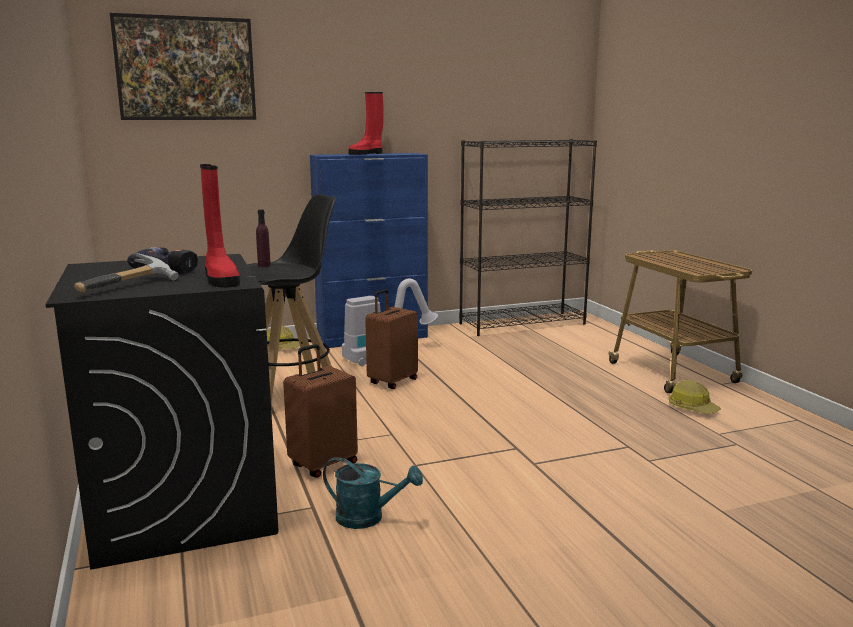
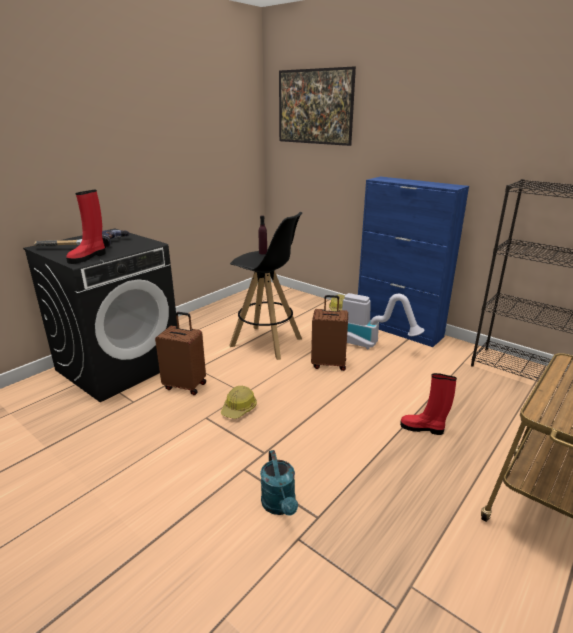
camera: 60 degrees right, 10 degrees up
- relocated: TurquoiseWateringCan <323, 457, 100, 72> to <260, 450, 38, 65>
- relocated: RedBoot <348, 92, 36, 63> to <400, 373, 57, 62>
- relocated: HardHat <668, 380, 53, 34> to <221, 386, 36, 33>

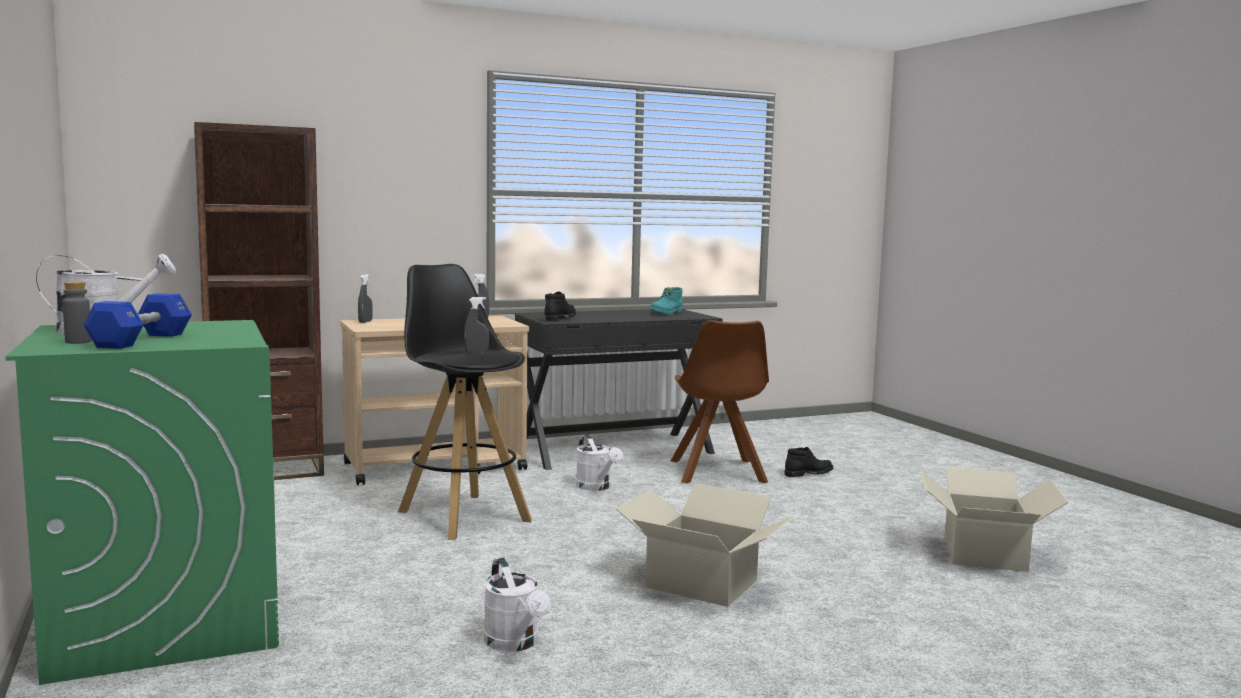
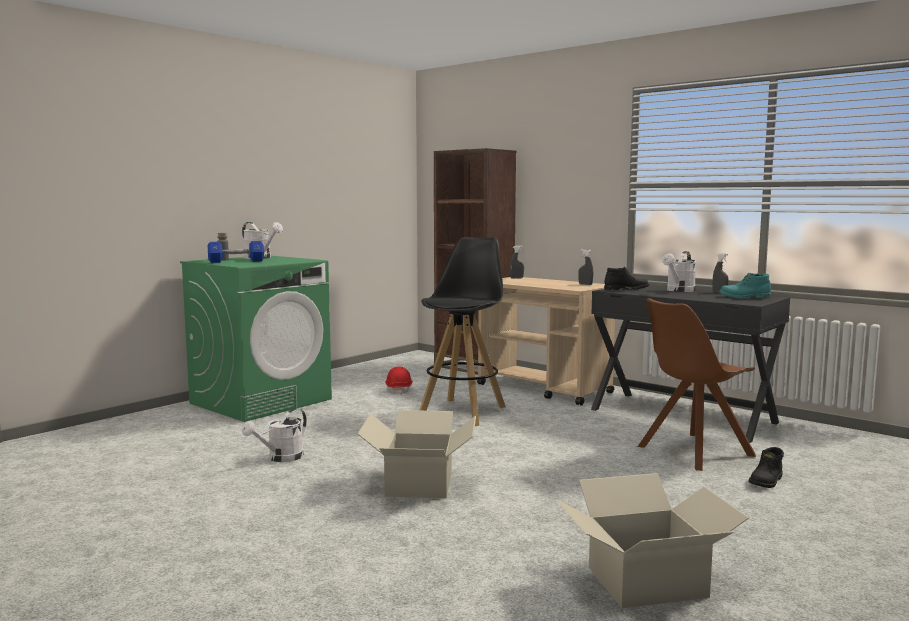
camera: 65 degrees right, 0 degrees up
- relocated: GreySprayBottle <464, 297, 25, 56> to <712, 253, 17, 40>
- relocated: WhiteWateringCan <576, 434, 47, 57> to <662, 251, 34, 41>
- spun: BlackBoot <784, 447, 49, 30> = <748, 447, 36, 41> 90 degrees clockwise
- appeared: RedHardHat <385, 367, 28, 28>

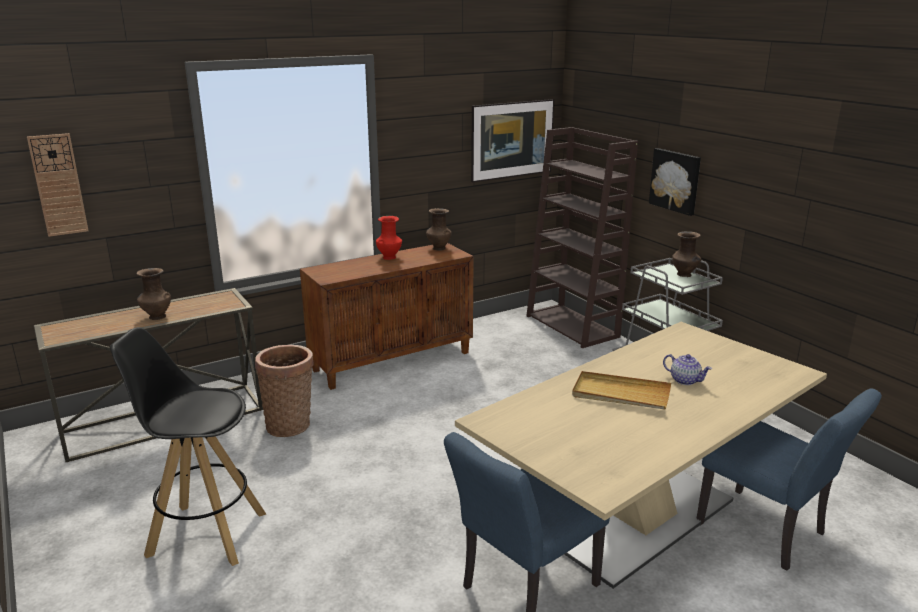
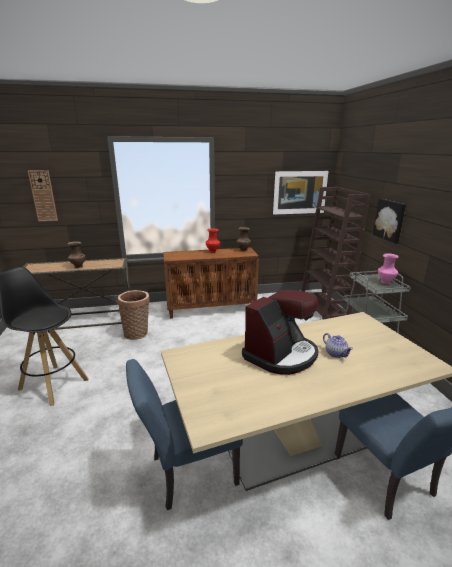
camera: 20 degrees right, 0 degrees up
- exchanged: BeigeTray <572, 371, 99, 38> to CoffeeMachine <242, 290, 77, 85>
- colour: BrownVase <672, 231, 29, 46> to PinkVase <378, 253, 21, 31>

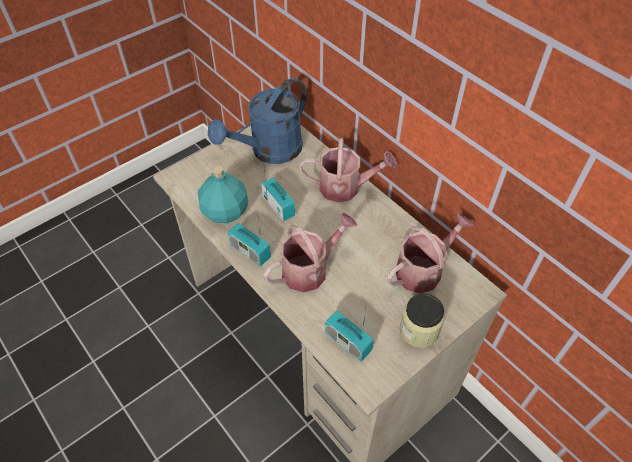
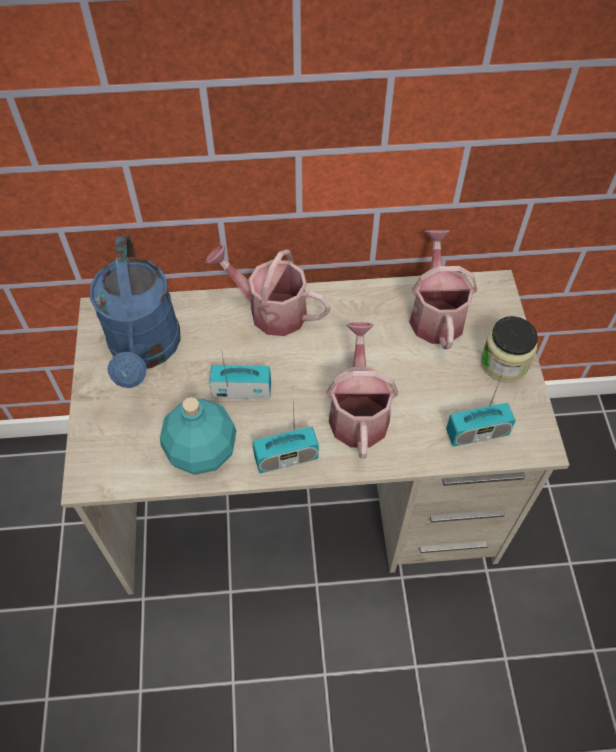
camera: 55 degrees left, 5 degrees up
- spun: WateringCan <299, 138, 99, 65> = <205, 245, 126, 91> 105 degrees counterclockwise

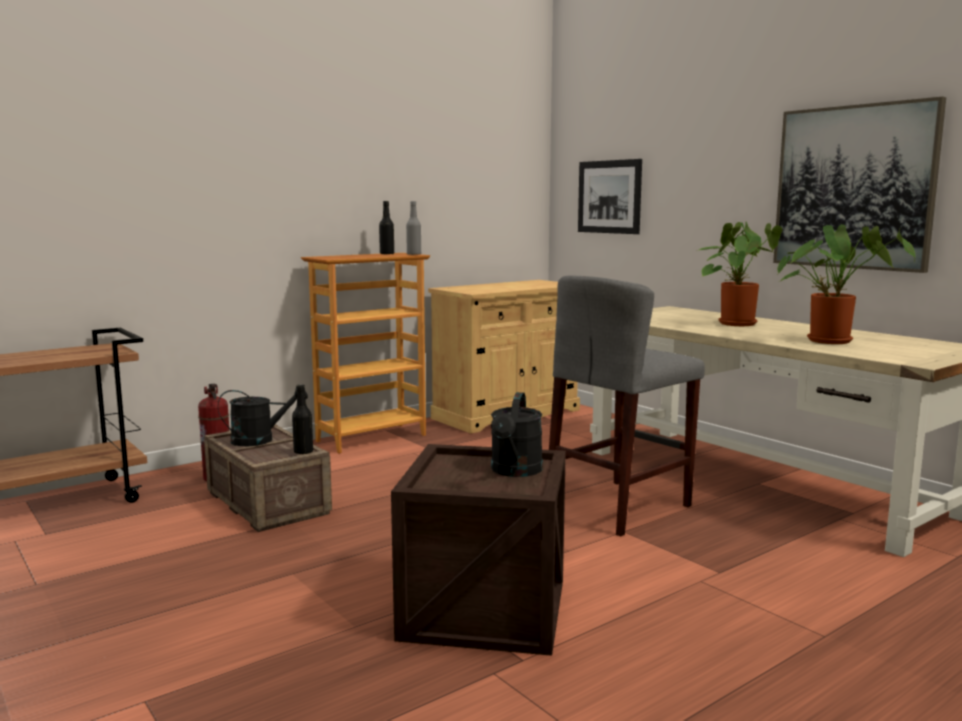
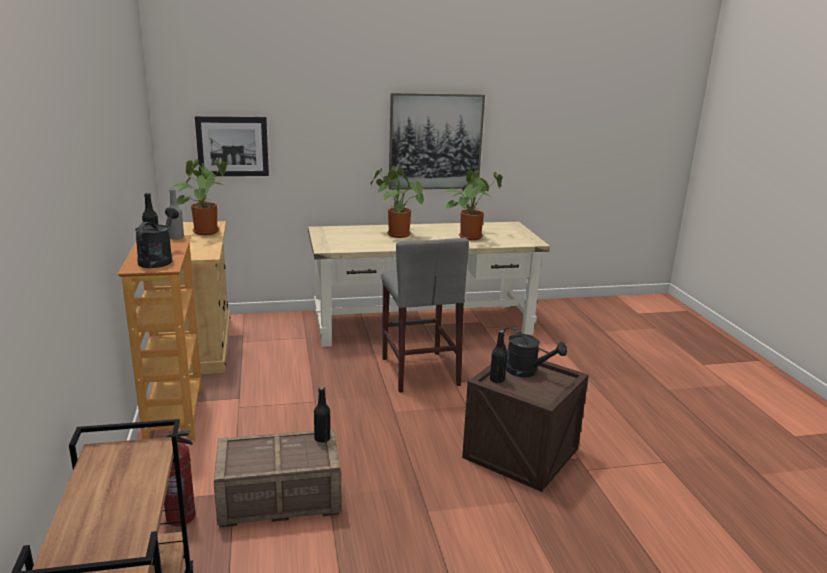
camera: 65 degrees left, 10 degrees up
- relocated: BlackWateringCan <218, 386, 90, 60> to <135, 208, 44, 60>
- appeared: PottedPlant <172, 159, 55, 76>
- appeared: BlackBottle <490, 330, 17, 53>

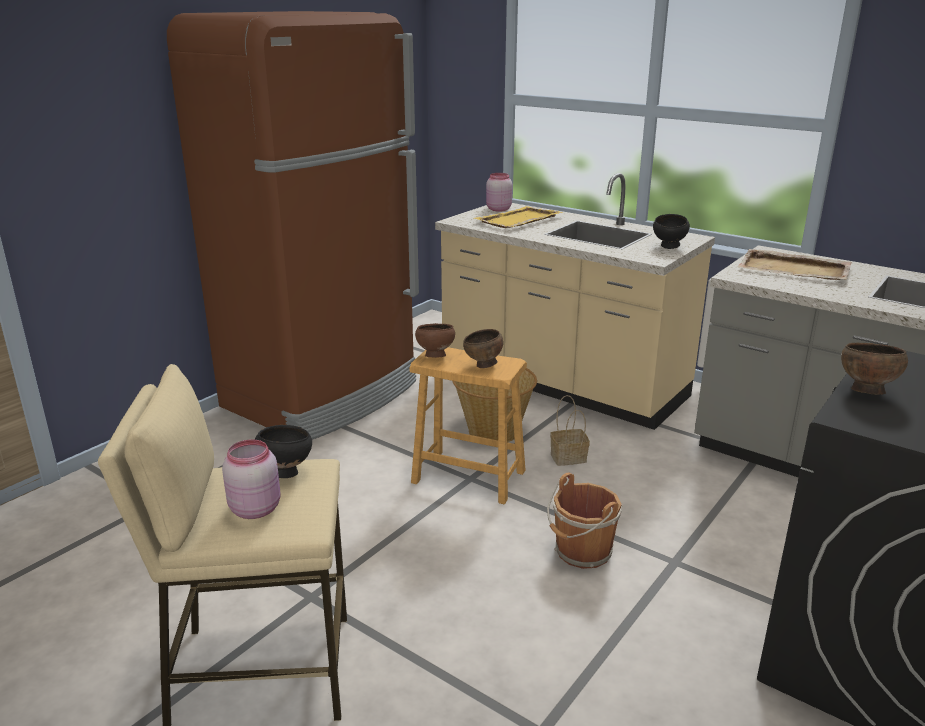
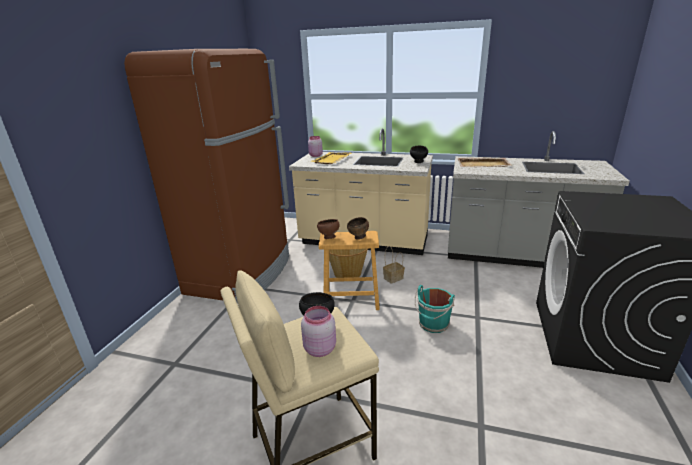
camera: 20 degrees left, 0 degrees up
- colour: BrownBucket <547, 473, 76, 96> to TurquoiseBucket <415, 285, 40, 48>
- missing: BrownBowl <841, 343, 67, 52>

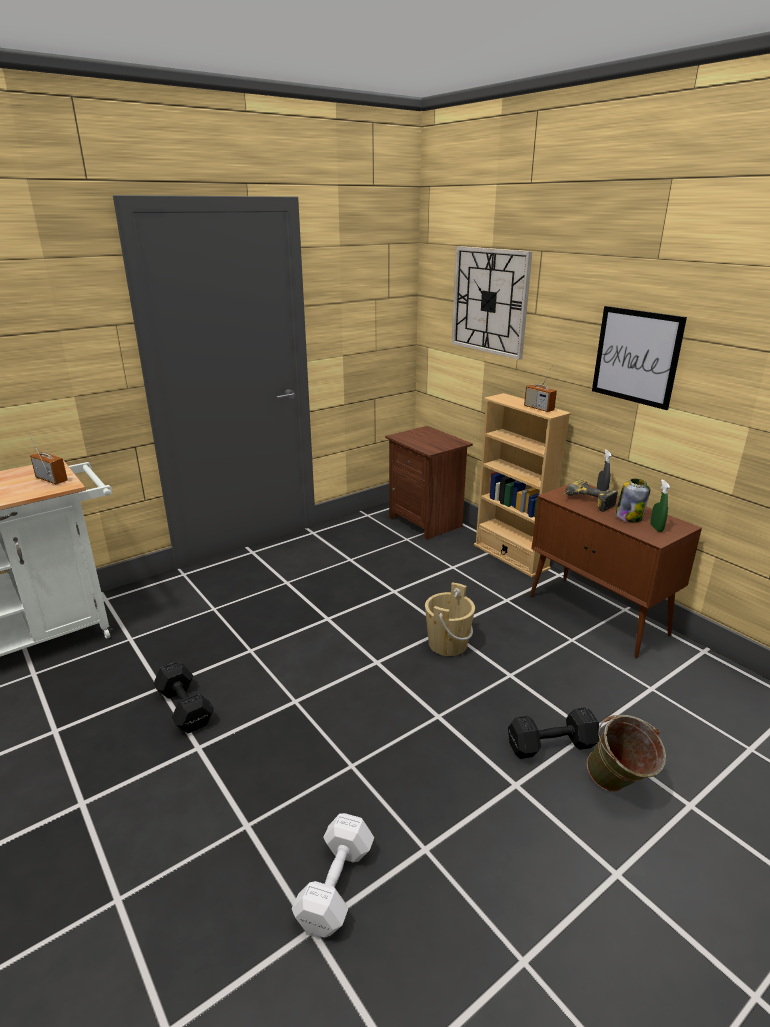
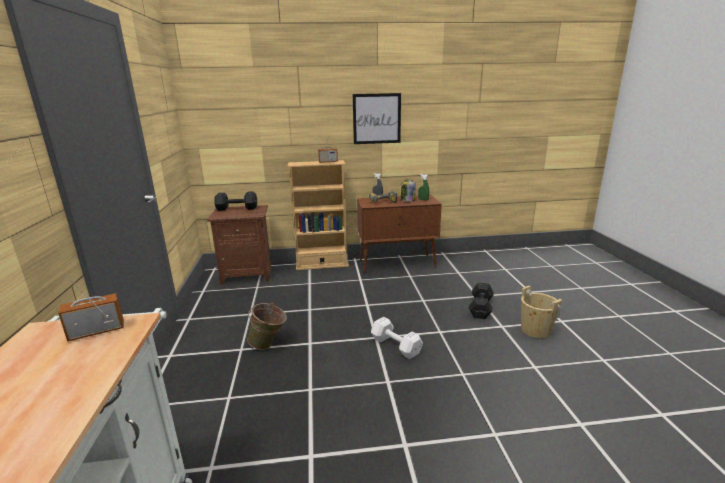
camera: 60 degrees left, 5 degrees down
- relocated: BlackDumbbell <154, 661, 60, 73> to <214, 191, 43, 20>
- relocated: WhiteDumbbell <292, 813, 82, 125> to <371, 317, 52, 42>
- relocated: BeigeBucket <425, 582, 50, 74> to <521, 286, 41, 52>
- missing: WallClock <452, 246, 80, 114>
- relocated: GreenBucket <587, 715, 79, 77> to <247, 302, 40, 48>

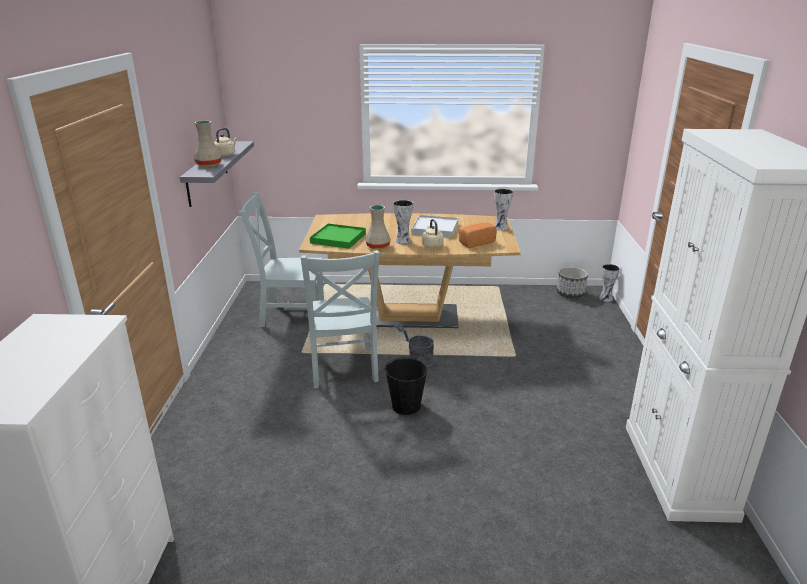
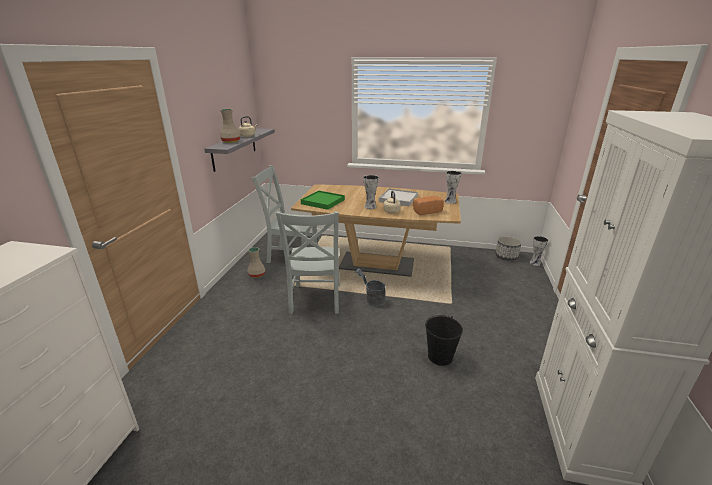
camera: 10 degrees right, 0 degrees up
- relocated: BeigeVase <365, 205, 26, 45> to <247, 247, 19, 31>
- relocated: BlackBucket <385, 357, 43, 58> to <425, 315, 38, 51>

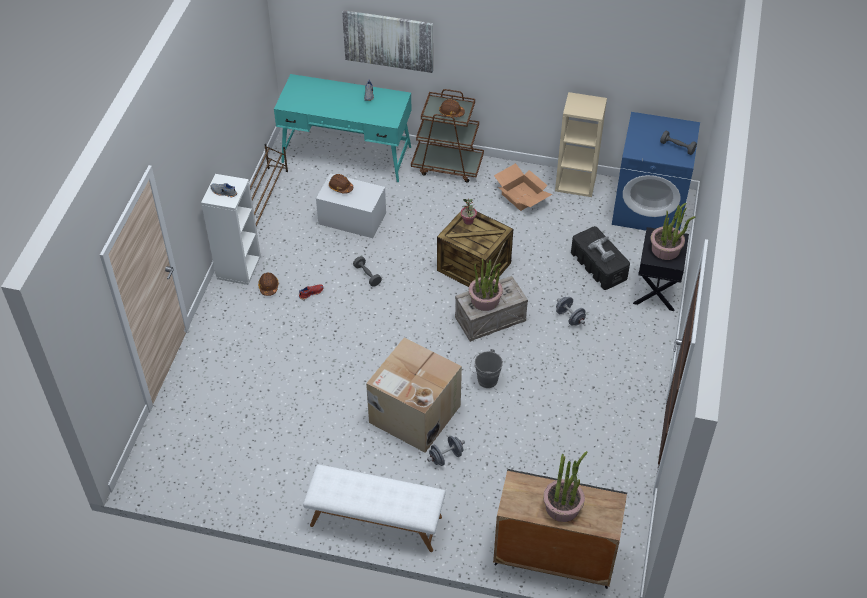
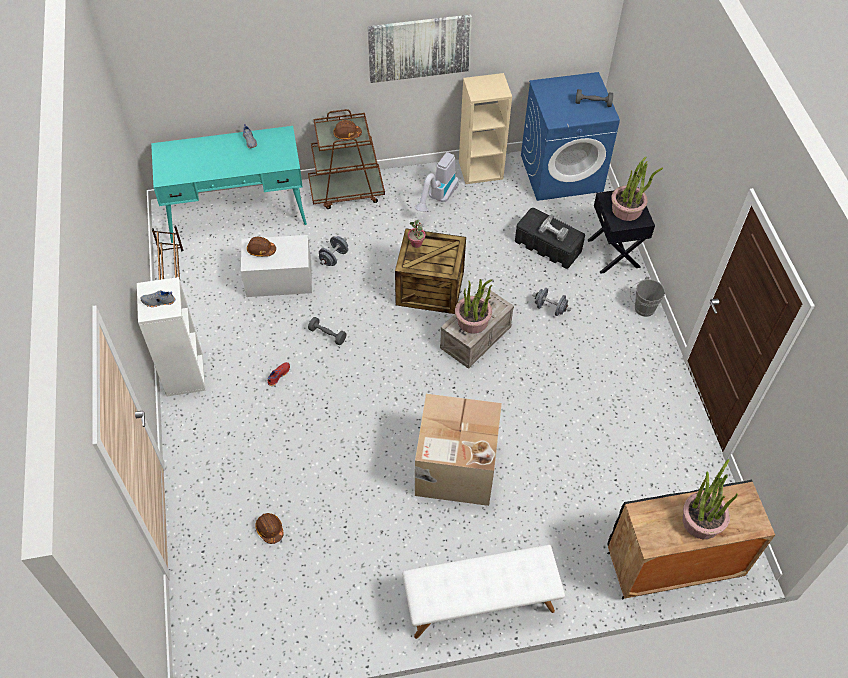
camera: 25 degrees left, 5 degrees up
- relocated: BrownHardHat <258, 272, 21, 24> to <255, 513, 29, 31>
- relocated: Picture <342, 10, 91, 63> to <368, 14, 104, 69>
- relocated: GreyDumbbell <427, 436, 38, 30> to <319, 236, 29, 30>
- relocated: GreyBucket <470, 349, 33, 39> to <630, 277, 35, 40>
- exchanged: CardboardBox <494, 163, 58, 48> to VacuumCleaner <415, 152, 44, 60>

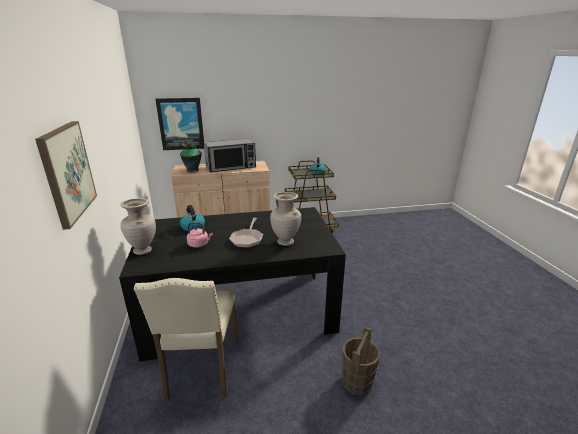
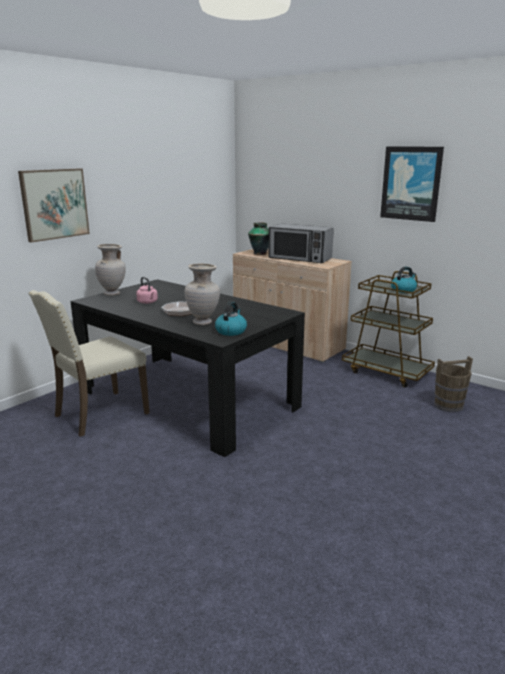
camera: 50 degrees right, 5 degrees down
- relocated: Picture <155, 98, 49, 52> to <380, 146, 64, 76>
- relocated: Kettle <180, 205, 25, 26> to <215, 302, 32, 34>
- relocated: BrownBucket <342, 327, 38, 68> to <434, 356, 39, 57>

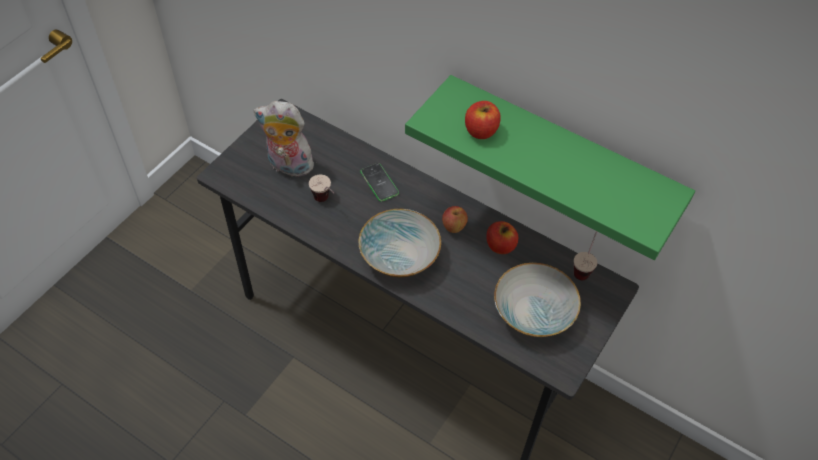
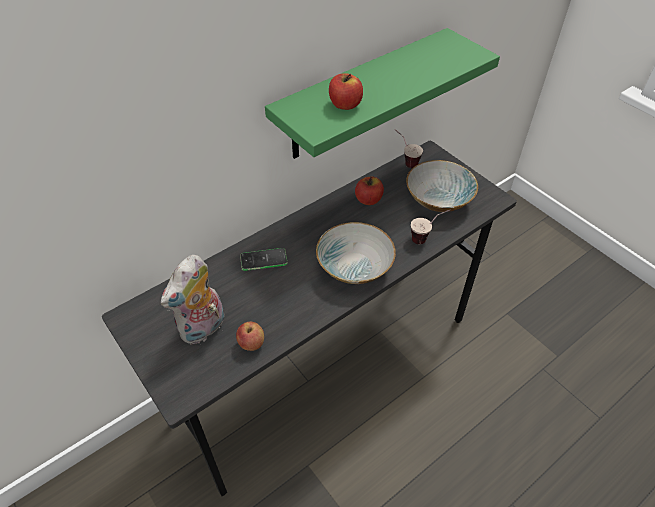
camera: 70 degrees left, 5 degrees down
- relocated: Cup <309, 175, 25, 27> to <411, 210, 39, 34>
- relocated: Apple <442, 206, 26, 27> to <236, 322, 28, 29>

